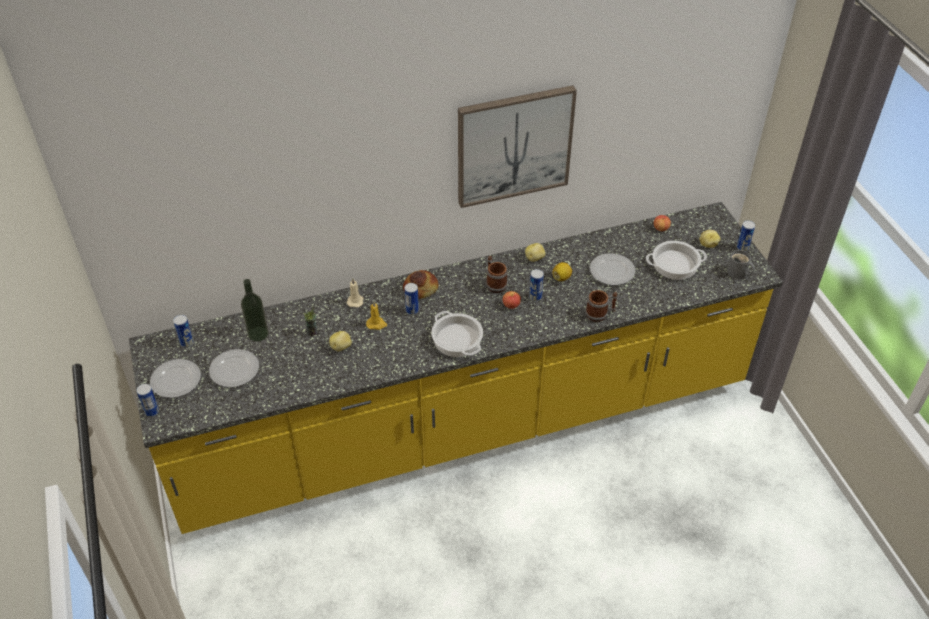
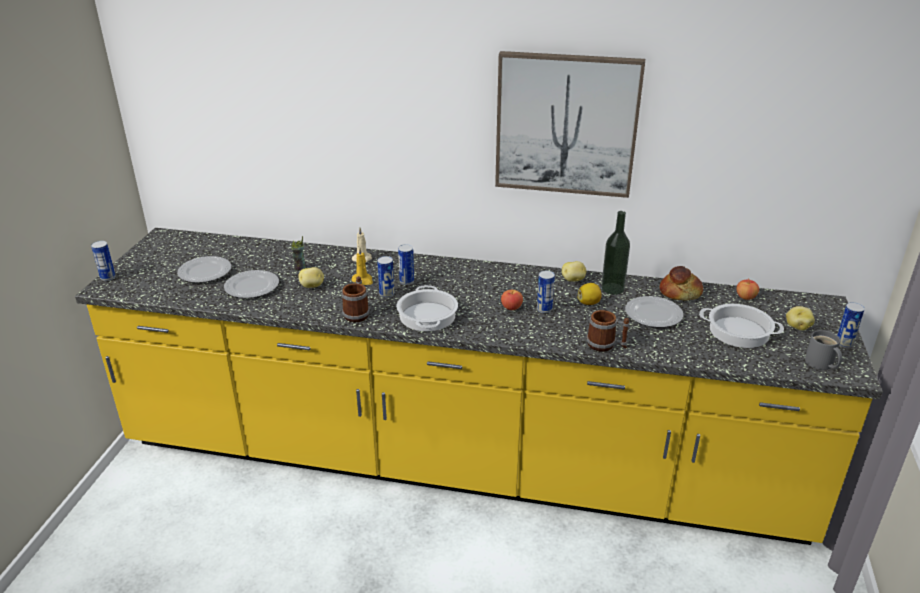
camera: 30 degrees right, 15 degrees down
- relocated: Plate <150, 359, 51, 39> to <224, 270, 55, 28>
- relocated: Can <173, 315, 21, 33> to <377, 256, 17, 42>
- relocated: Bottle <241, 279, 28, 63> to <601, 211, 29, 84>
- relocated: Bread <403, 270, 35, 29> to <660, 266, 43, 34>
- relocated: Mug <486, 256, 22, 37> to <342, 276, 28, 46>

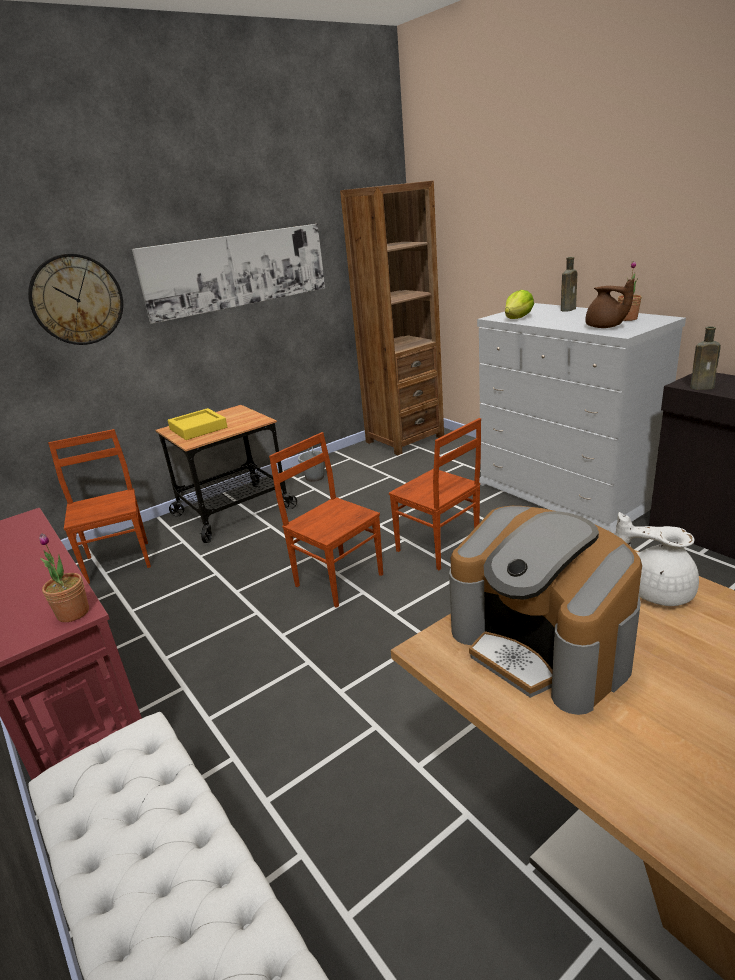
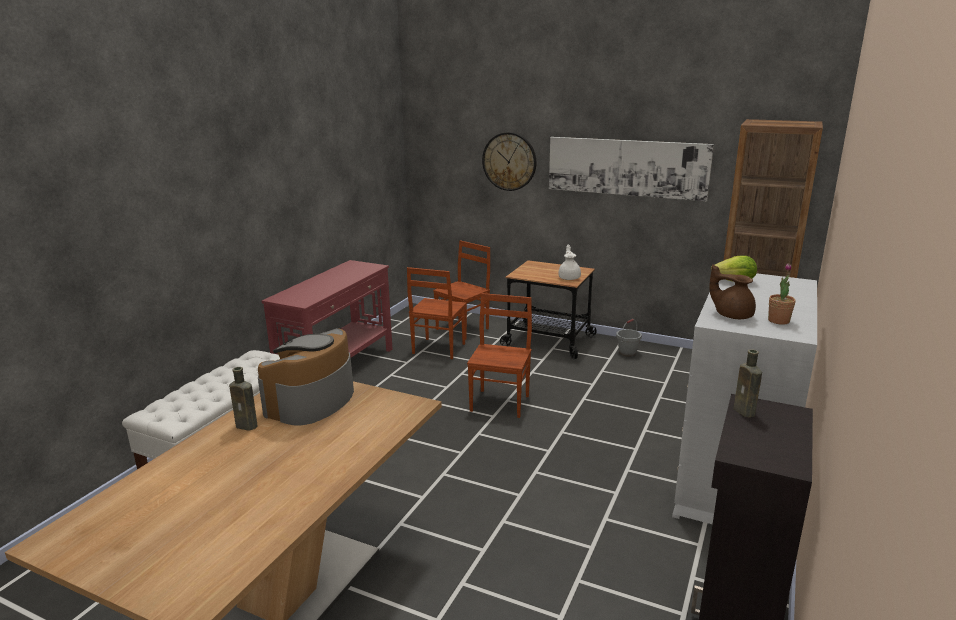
camera: 60 degrees right, 5 degrees down
- missing: PottedPlant <39, 534, 50, 88>
- missing: YellowTray <168, 408, 59, 32>
- relocated: BrownChair <389, 418, 92, 152> to <407, 267, 59, 92>
- relocated: BrownBottle <561, 257, 16, 55> to <229, 367, 29, 64>
- spun: BrownTeapot <585, 278, 49, 50> = <709, 264, 47, 55> 105 degrees clockwise
- relocated: WhiteTeapot <615, 512, 84, 94> to <558, 245, 23, 35>

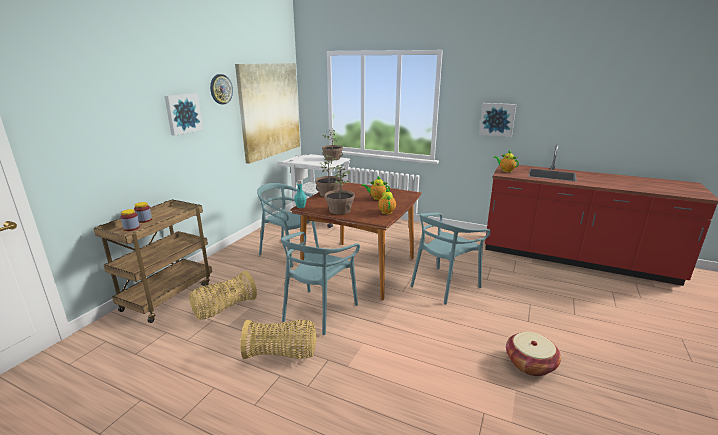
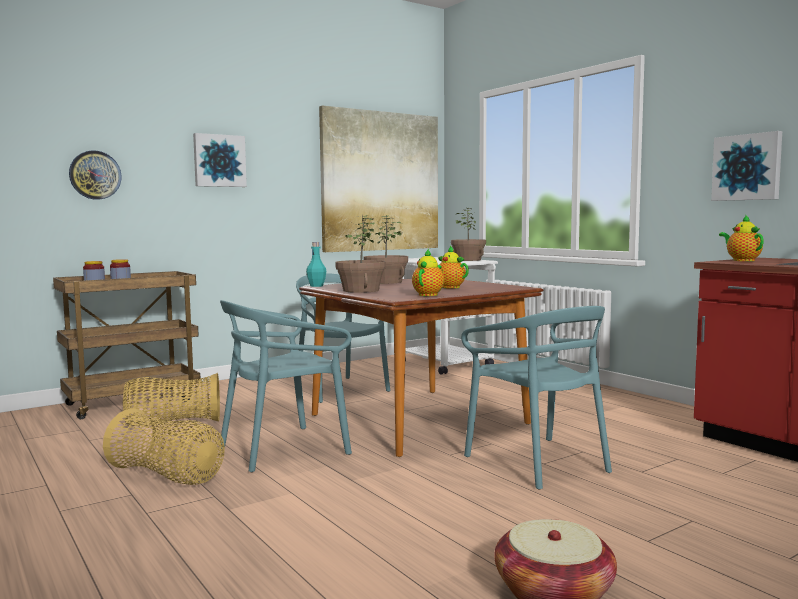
camera: 30 degrees right, 15 degrees down
- relocated: WallClock <210, 74, 23, 31> to <69, 150, 53, 50>
- spun: TurquoiseChair <411, 213, 80, 92> = <461, 306, 151, 184> 105 degrees counterclockwise

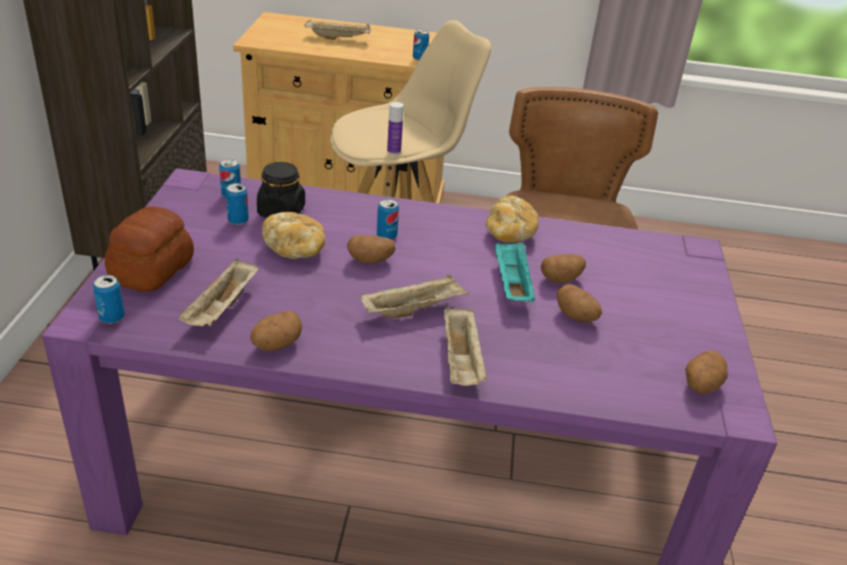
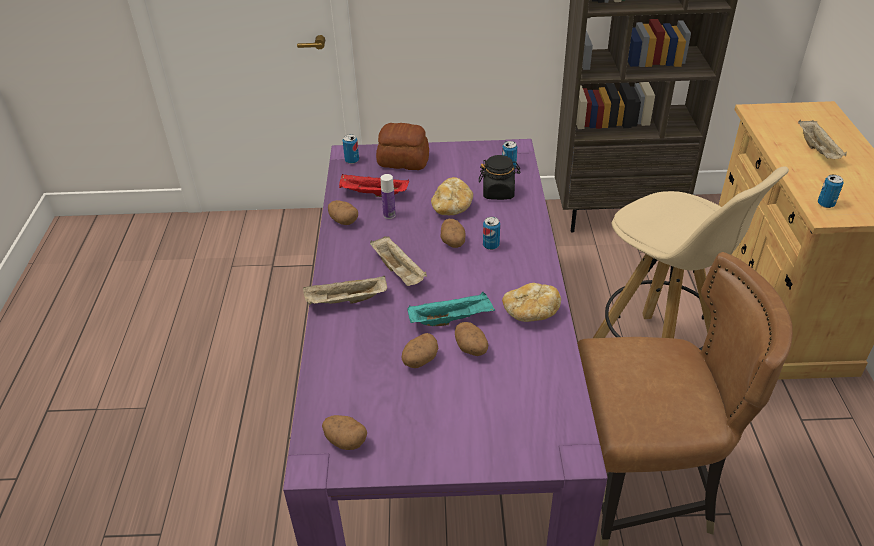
camera: 85 degrees right, 5 degrees up
- colour: BeigeTray <178, 258, 81, 68> to RedTray <339, 174, 70, 23>
- missing: Can <226, 183, 23, 42>
- relocated: Bottle <387, 102, 17, 53> to <380, 174, 16, 45>

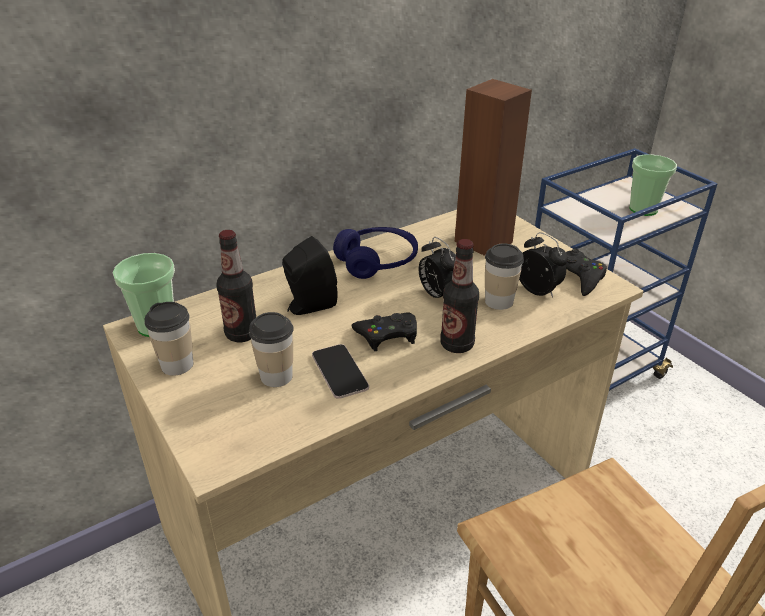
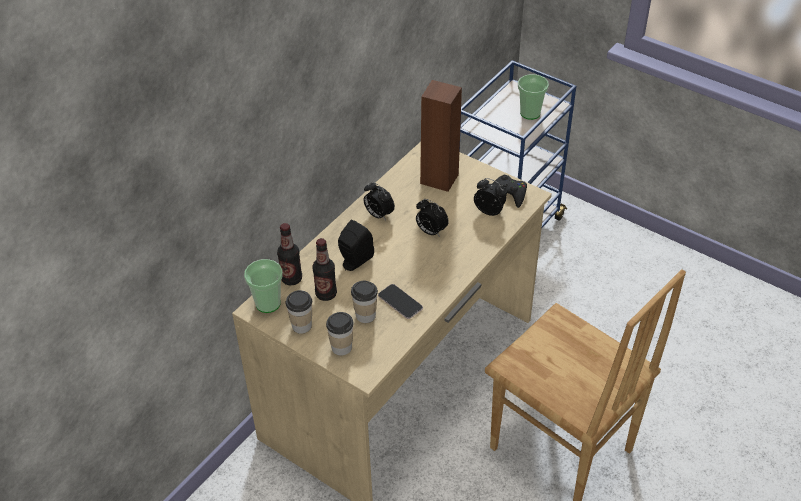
camera: 20 degrees left, 10 degrees up
- exchanged: BlueHeadphones <333, 227, 85, 52> to AlarmClock <363, 182, 32, 39>
- missing: BlackGameController <351, 312, 66, 39>
- relocated: Bottle <440, 239, 39, 114> to <277, 223, 25, 62>
- relocated: Cup <485, 243, 39, 67> to <326, 312, 28, 44>

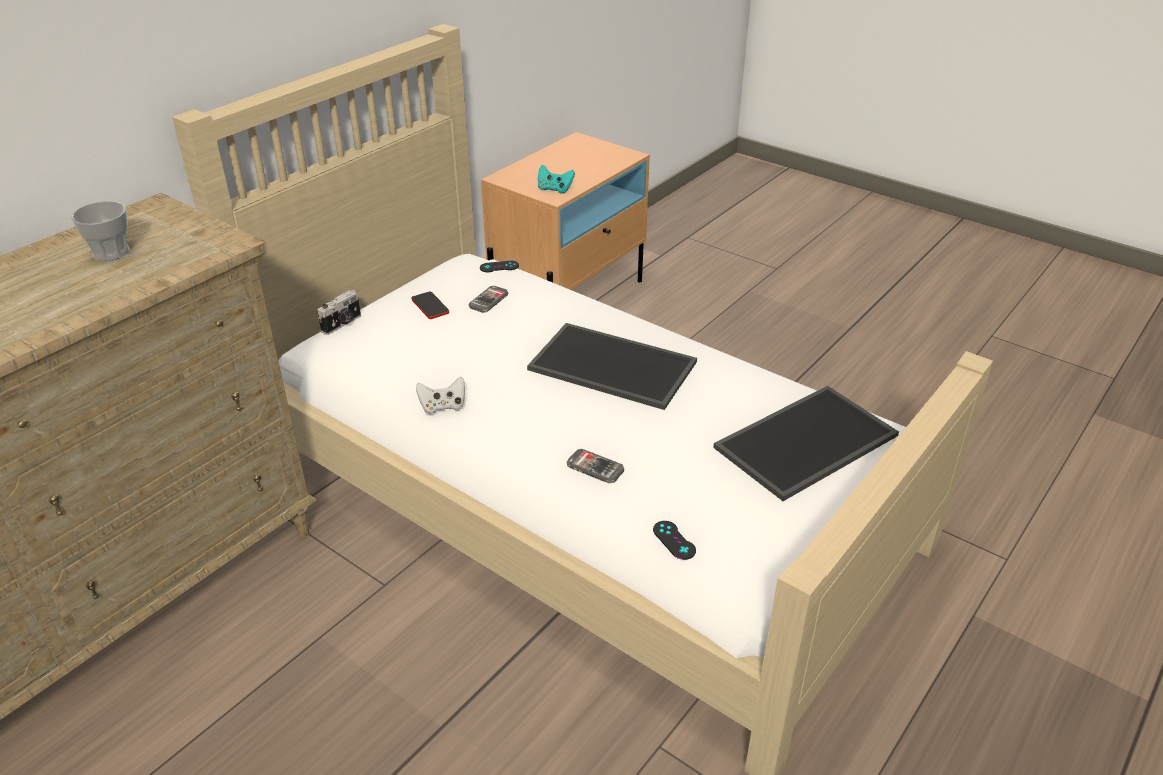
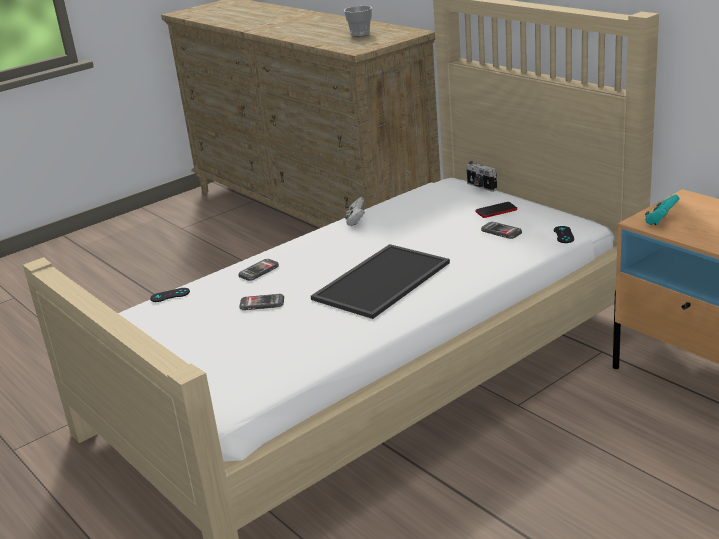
camera: 105 degrees right, 10 degrees down
- missing: Tray <713, 386, 186, 115>
- appeared: Phone <239, 294, 45, 16>

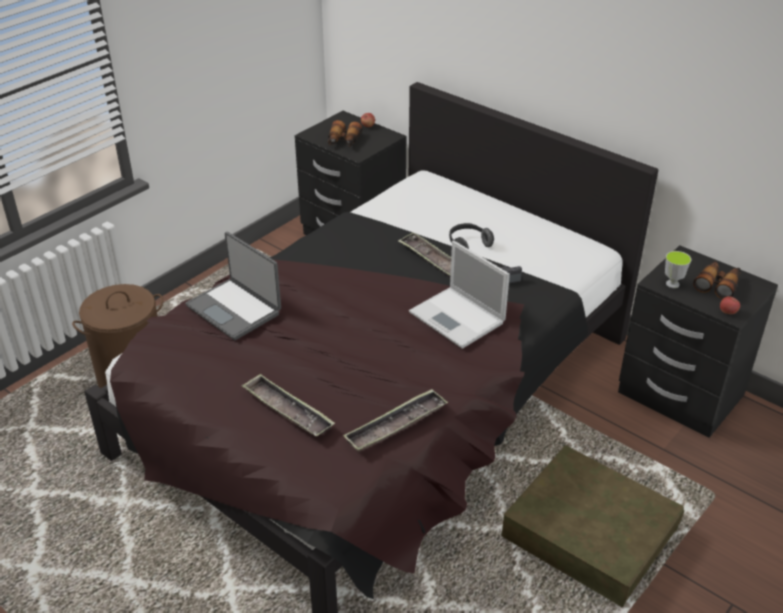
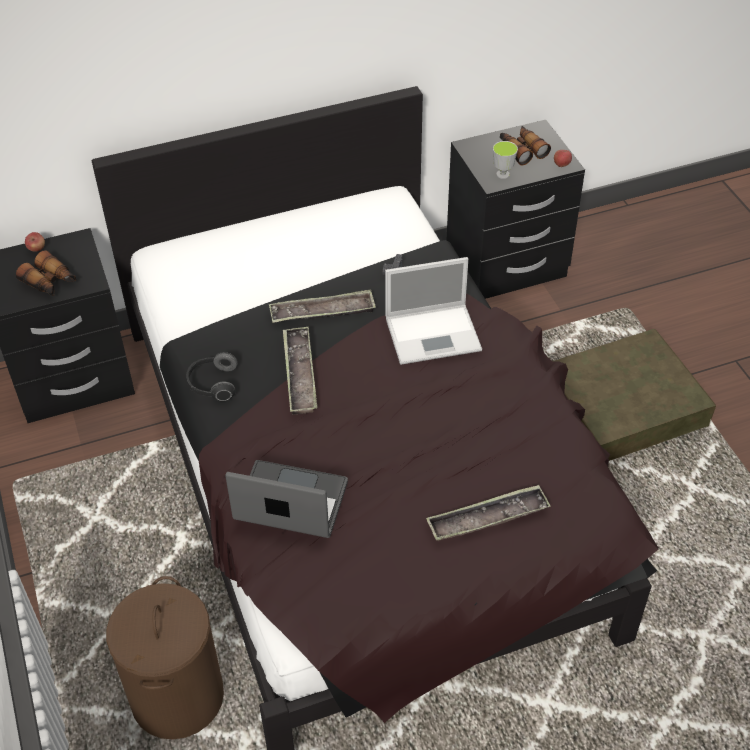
camera: 60 degrees left, 10 degrees up
- spun: Laptop <185, 232, 96, 108> = <225, 460, 123, 78> 150 degrees counterclockwise
- relocated: Tray <343, 389, 105, 64> to <283, 327, 34, 87>
- relocated: Headphones <449, 223, 45, 26> to <186, 352, 52, 49>

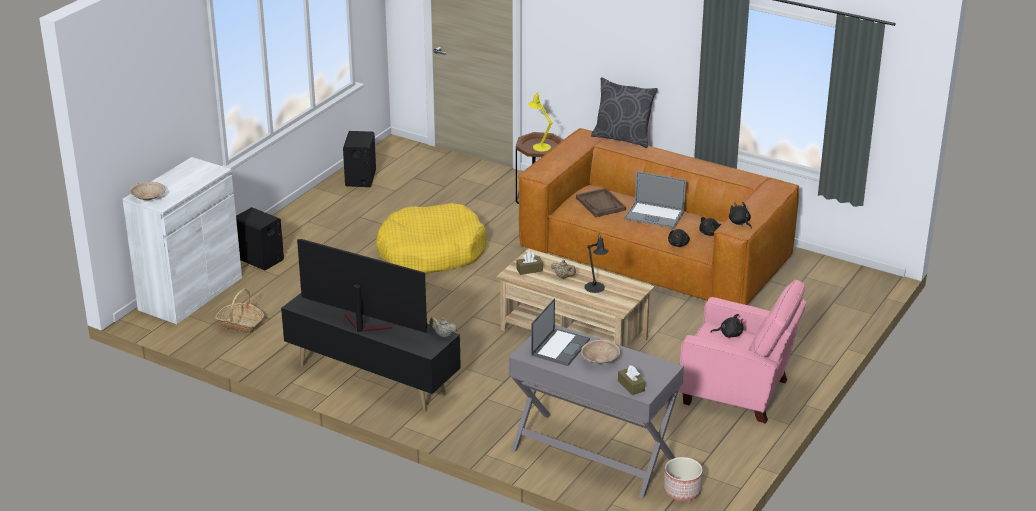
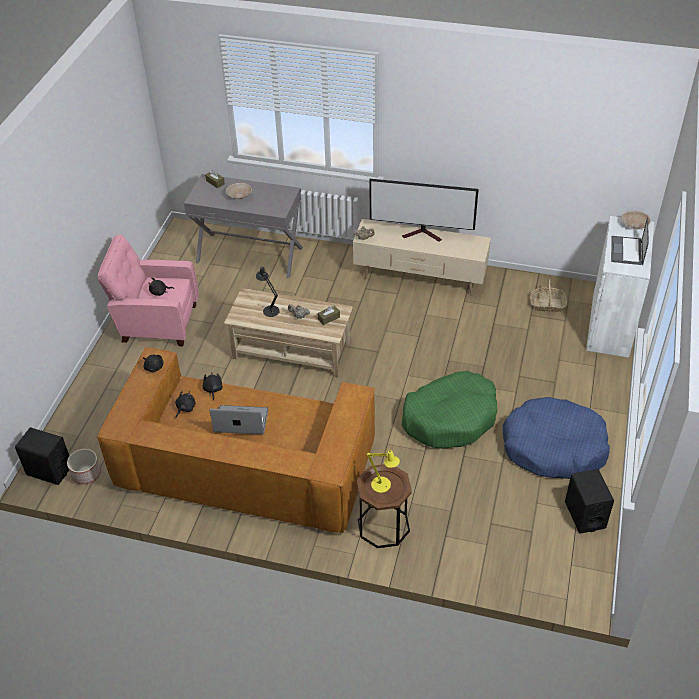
camera: 165 degrees right, 15 degrees up
- relocated: BlackSpeaker <236, 207, 48, 63> to <15, 427, 54, 58>
- colour: BlackTvStand <281, 293, 180, 119> to BeigeTvStand <353, 219, 138, 77>
- colour: YellowDogBed <376, 203, 111, 71> to GreenDogBed <401, 371, 96, 78>
- relocated: Laptop <531, 298, 59, 68> to <611, 217, 38, 48>
- missing: BrownTray <576, 188, 50, 30>
- missing: GreyPillow <591, 77, 67, 71>
- relocated: Planter <664, 457, 39, 44> to <67, 449, 34, 36>
- appeared: BlueDogBed <503, 397, 107, 82>

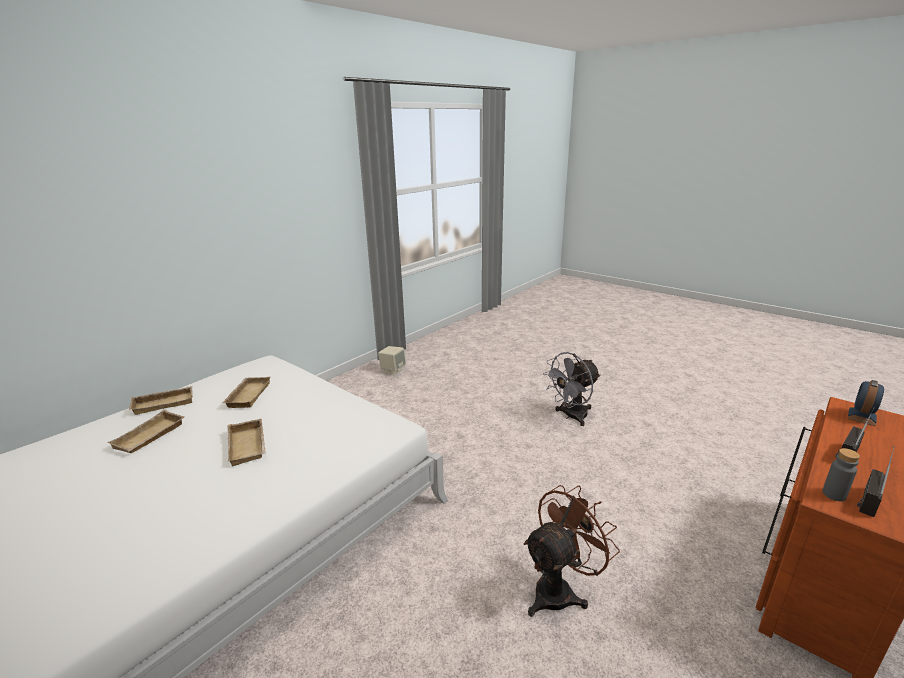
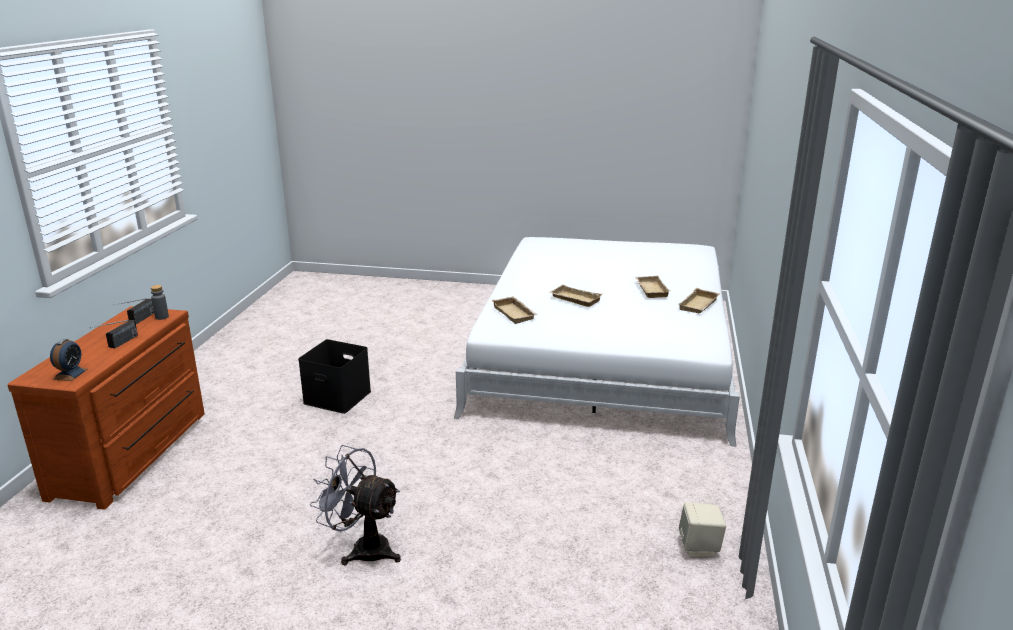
camera: 150 degrees right, 0 degrees up
- relocated: BeigeTray <222, 377, 49, 31> to <491, 296, 47, 28>
- exchanged: BrownFan <524, 485, 96, 132> to BlackStorageBox <298, 339, 73, 75>
- spun: GreyFan <543, 352, 57, 74> = <310, 445, 91, 120> 90 degrees counterclockwise

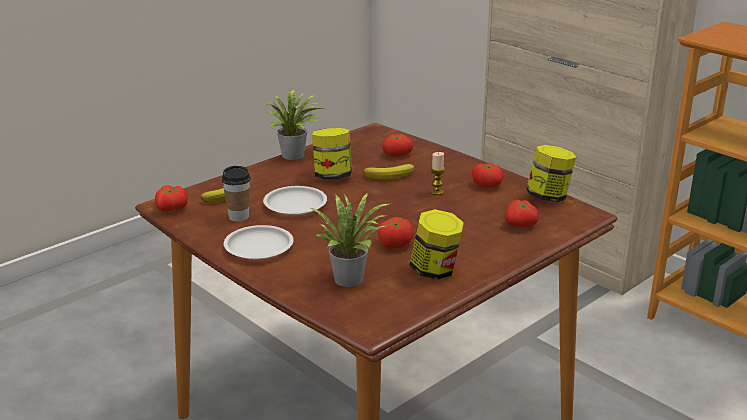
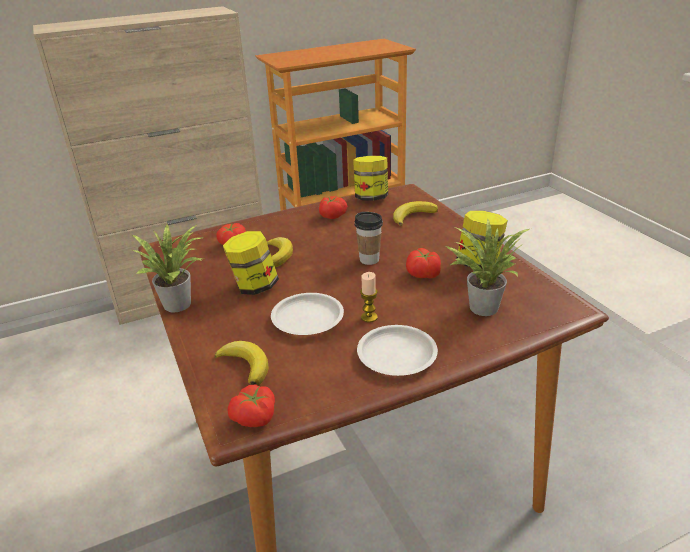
camera: 70 degrees left, 5 degrees up
- relocated: Cup <222, 166, 29, 56> to <354, 212, 29, 53>
- relocated: Candle <430, 152, 15, 43> to <360, 272, 18, 51>
- exchanged: Tomato <505, 200, 34, 28> to Banana <393, 201, 45, 25>

